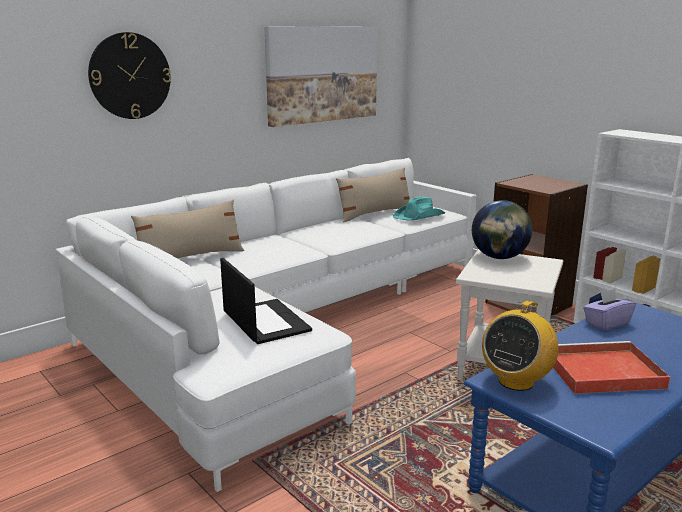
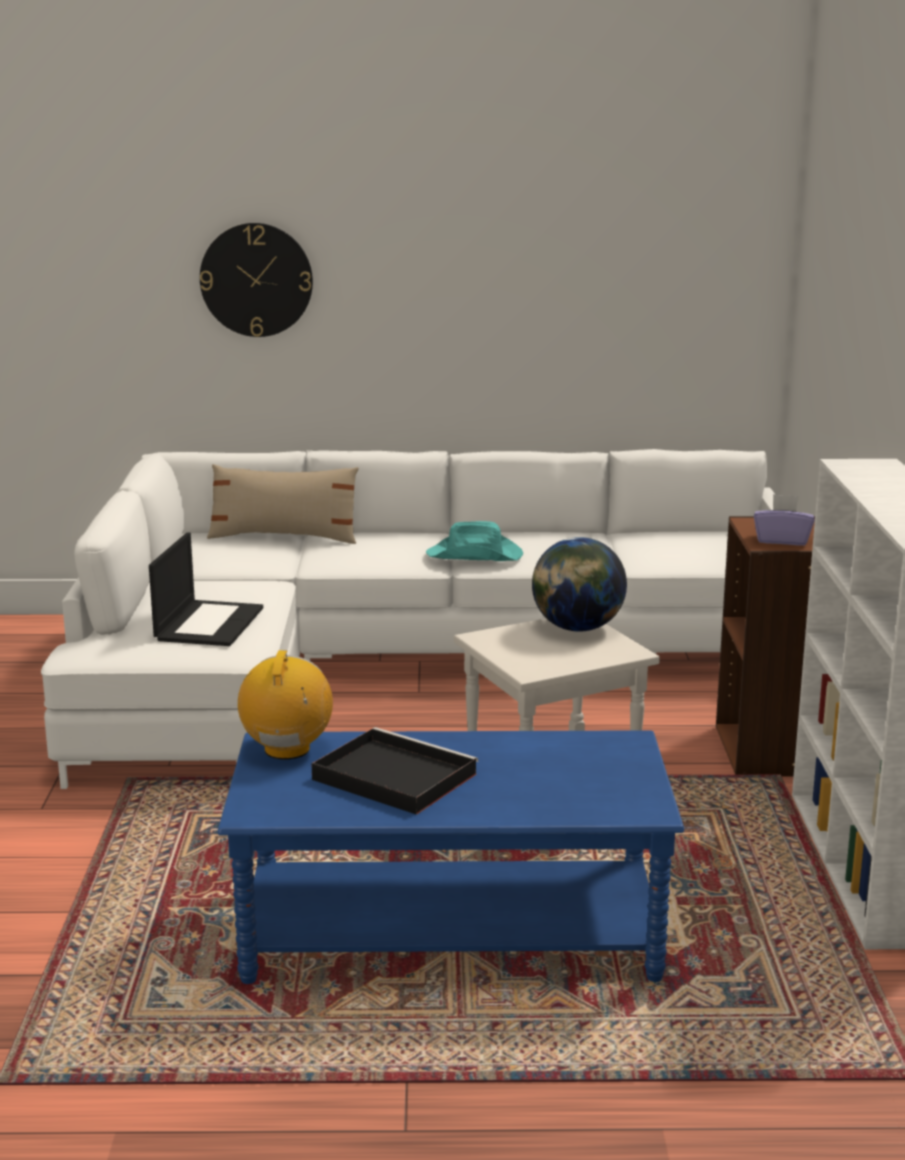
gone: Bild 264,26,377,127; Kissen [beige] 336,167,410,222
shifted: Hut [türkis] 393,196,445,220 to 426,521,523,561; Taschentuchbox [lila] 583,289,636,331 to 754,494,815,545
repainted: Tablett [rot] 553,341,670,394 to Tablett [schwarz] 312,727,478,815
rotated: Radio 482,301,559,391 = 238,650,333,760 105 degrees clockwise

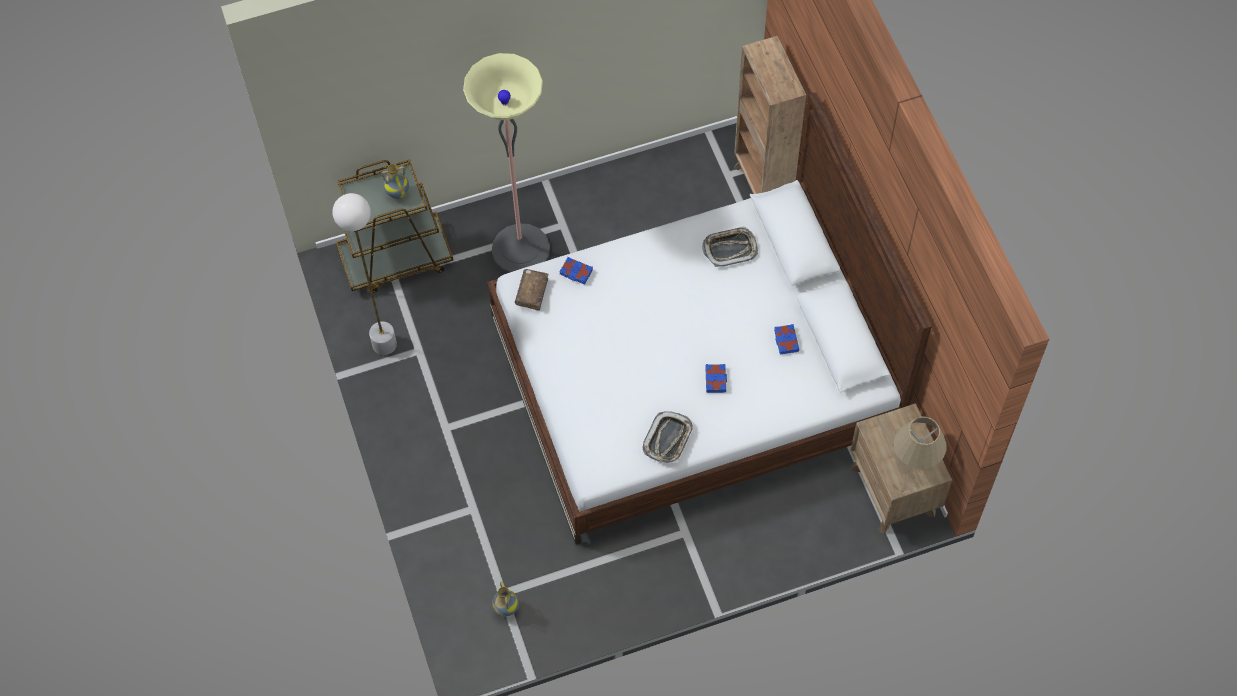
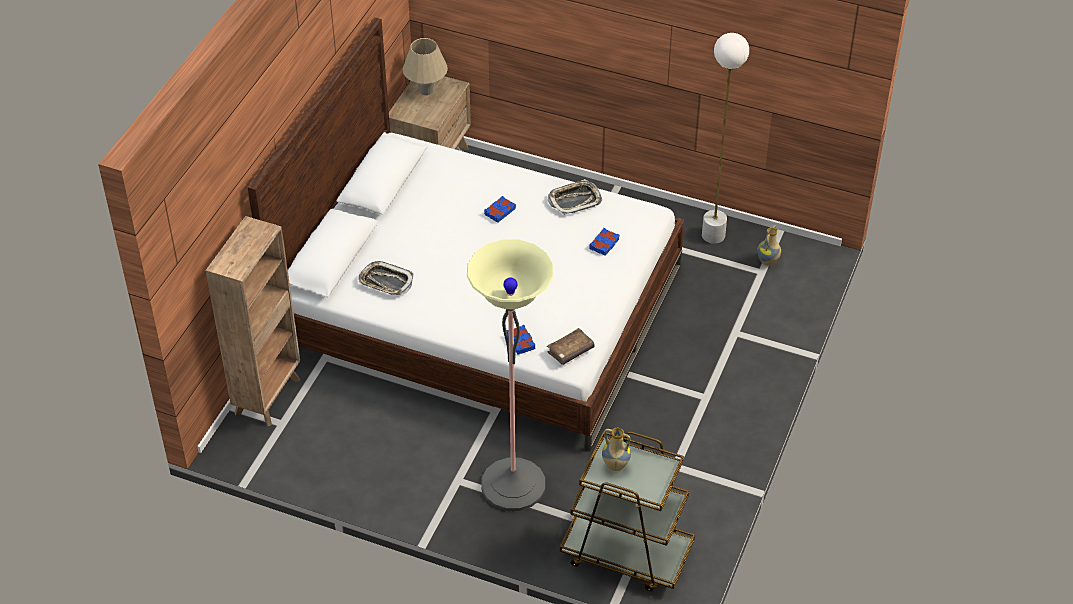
shifted: Buch [blau] 774,324,799,355 to 589,228,620,256; Stehlampe [weiß] 333,193,397,355 to 702,33,749,244

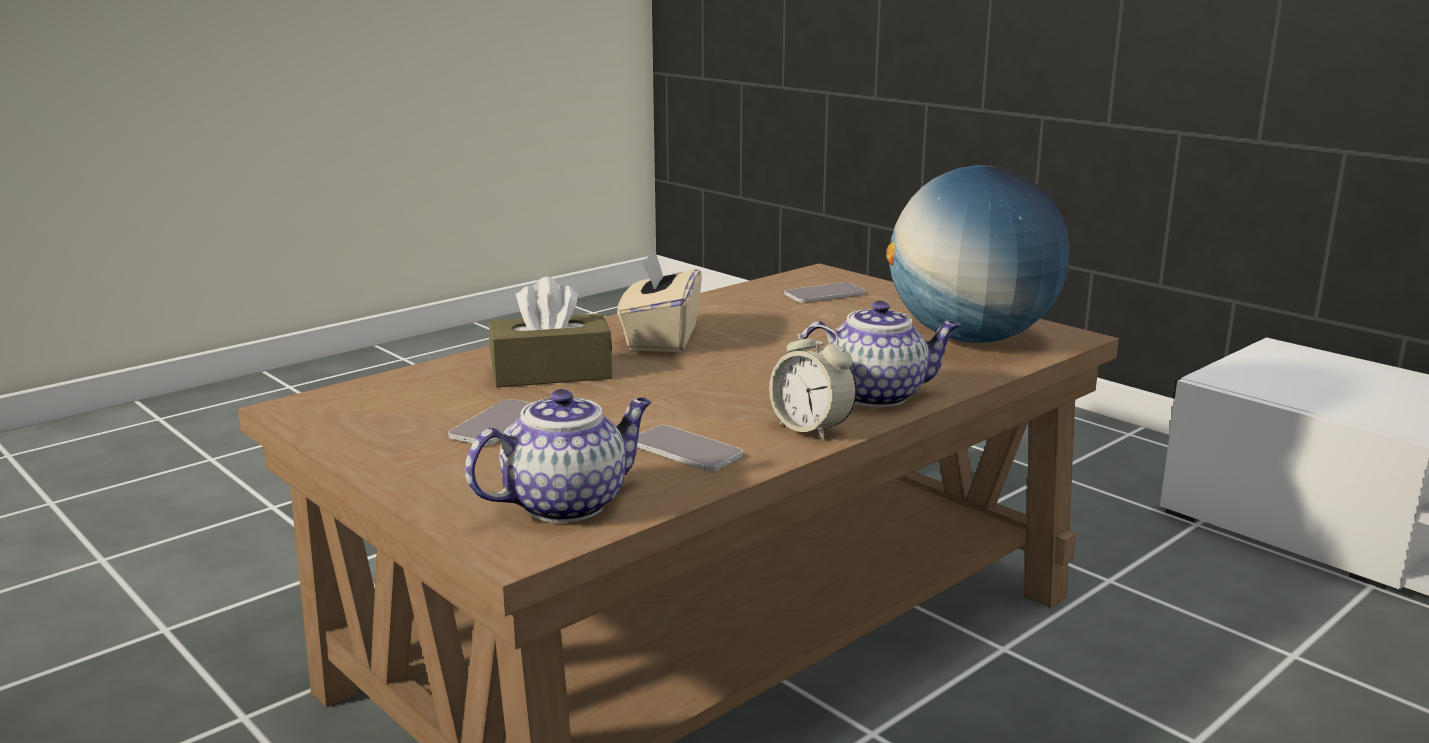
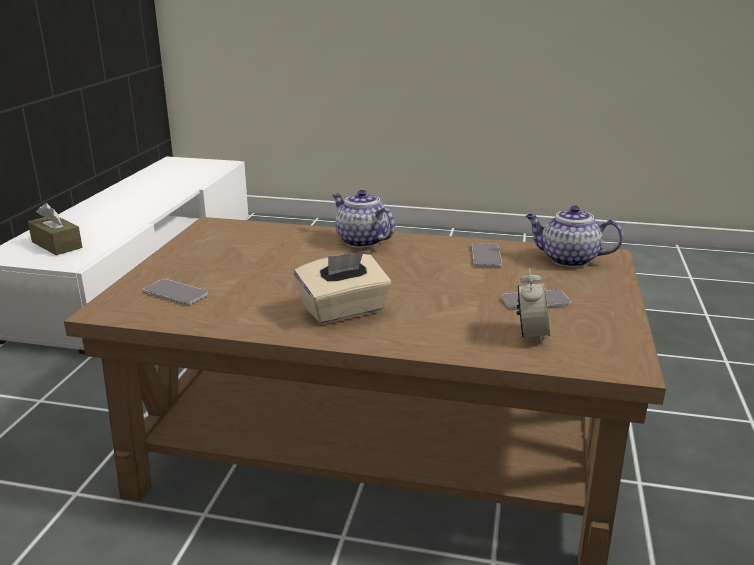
gone: Globus 886,165,1069,343
shifted: Taschentuchbox [braun] 489,277,612,387 to 28,203,82,255; Wecker 769,325,857,440 to 517,267,550,344

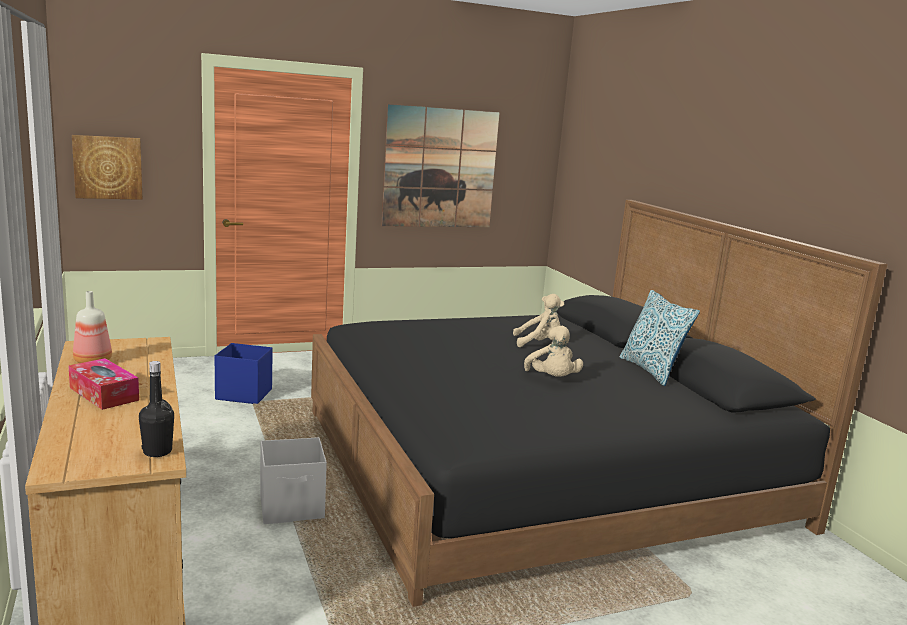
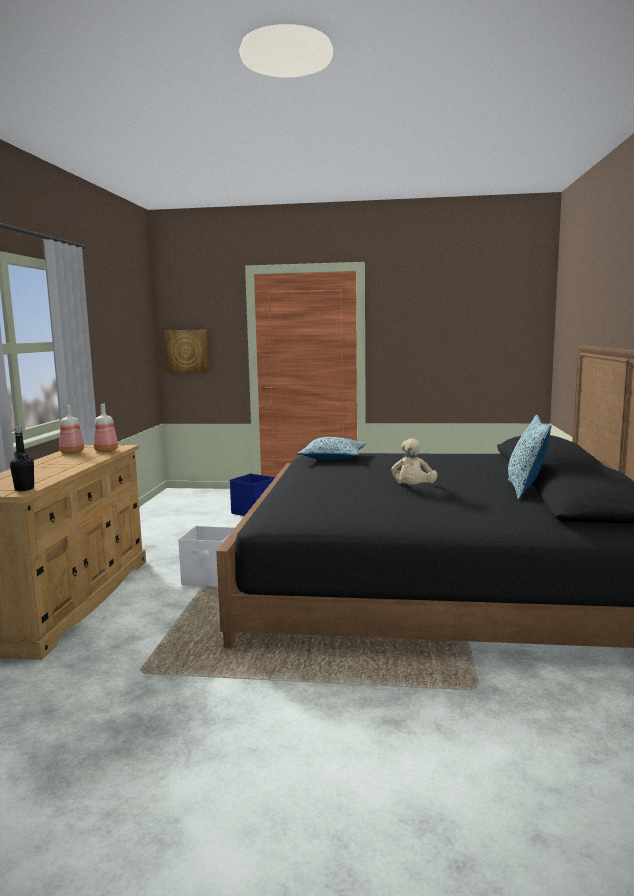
gone: Taschentuchbox 69,358,139,410; Bild 381,104,500,227; Plüschtier [beige] 513,294,564,347
new: Flasche 94,404,118,452; Kissen 297,437,366,460

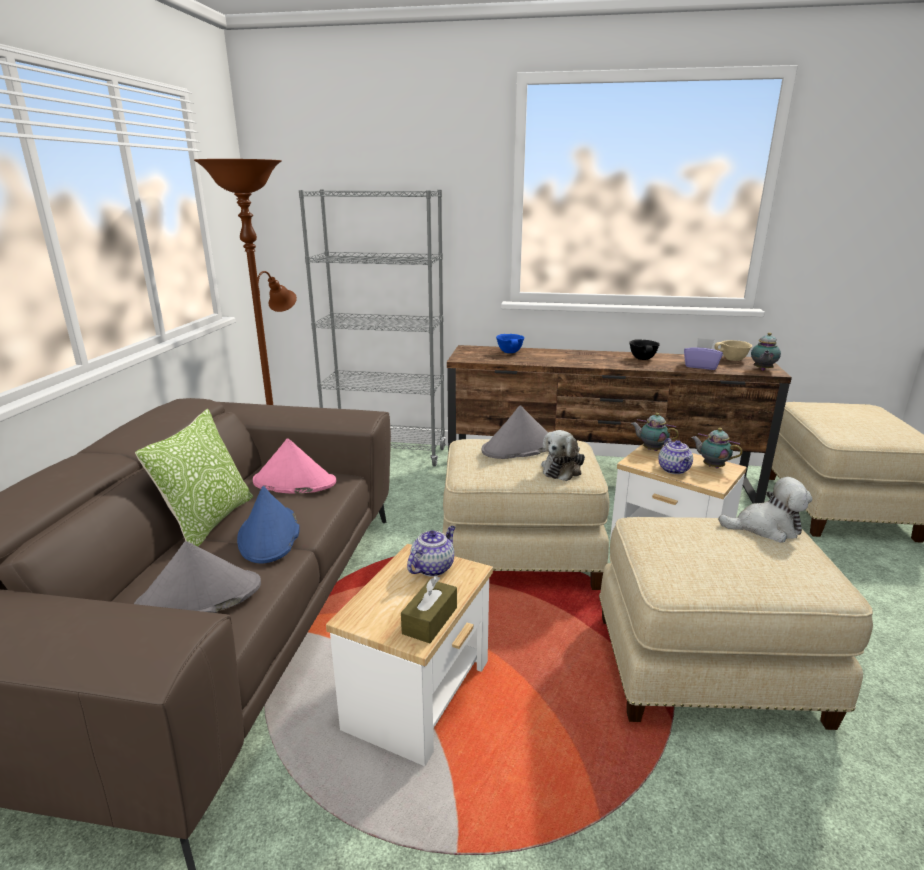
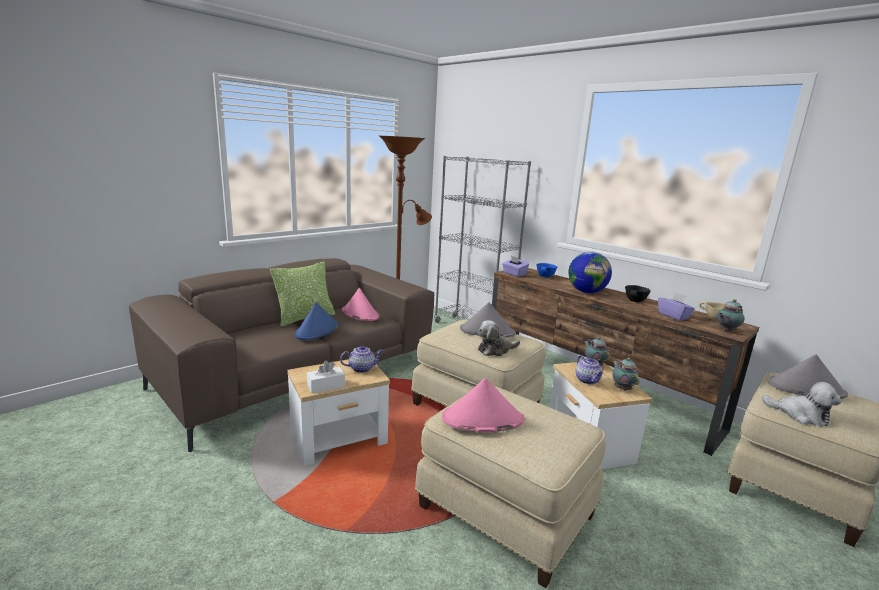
new: Hut [rosa] 442,378,524,433; Taschentuchbox [lila] 502,256,529,277; Globus 568,252,612,293
shifted: Plüschtier 718,477,812,542 to 762,382,842,427; Hut [grau] 134,541,261,613 to 768,354,848,399
repainted: Taschentuchbox [braun] 401,576,457,643 to Taschentuchbox [weiß] 307,361,345,394
rotated: Teekanne 658,438,693,474 = 576,355,603,384 45 degrees counterclockwise

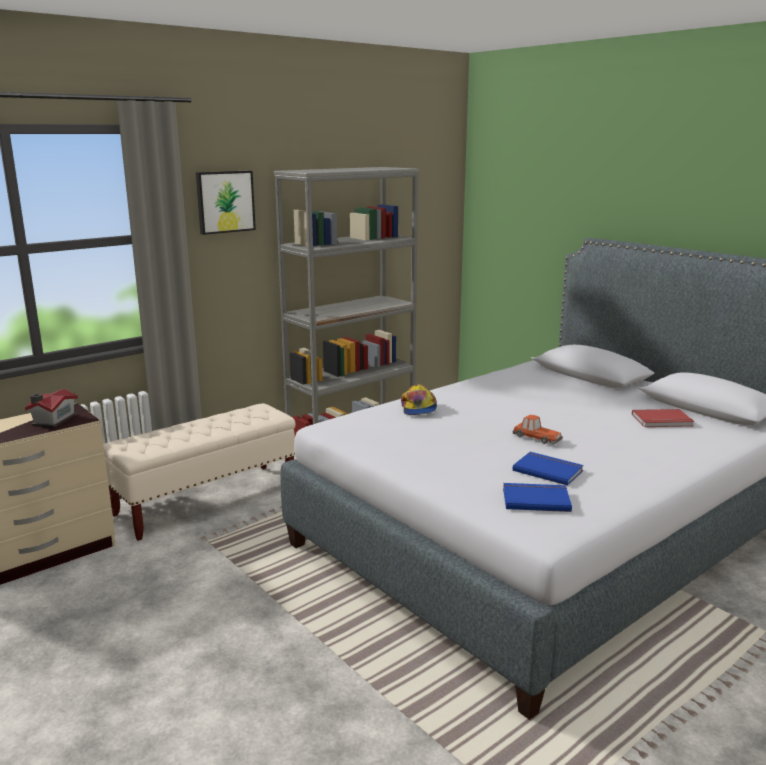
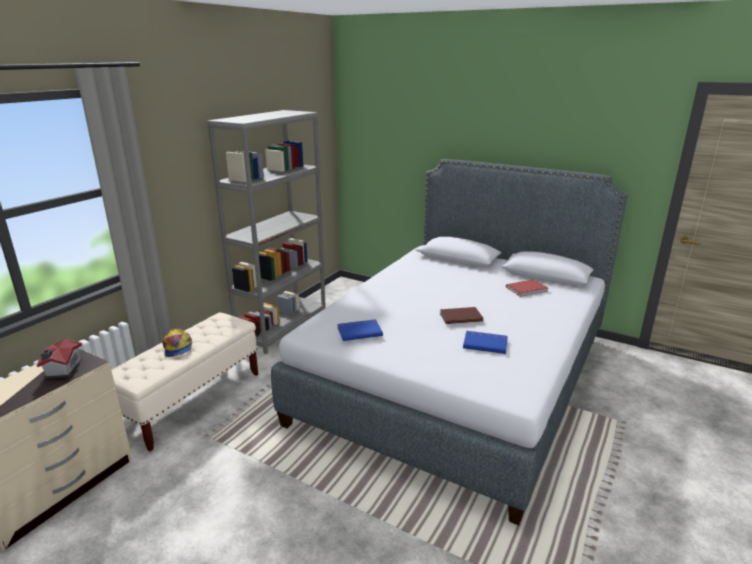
gone: Bild 196,171,256,235
shifted: Kappe 401,384,437,415 to 162,329,192,357; Buch [blau] 503,483,572,512 to 337,319,383,341
swapped: Spielzeugauto 513,414,563,444 to Buch [braun] 440,307,483,324

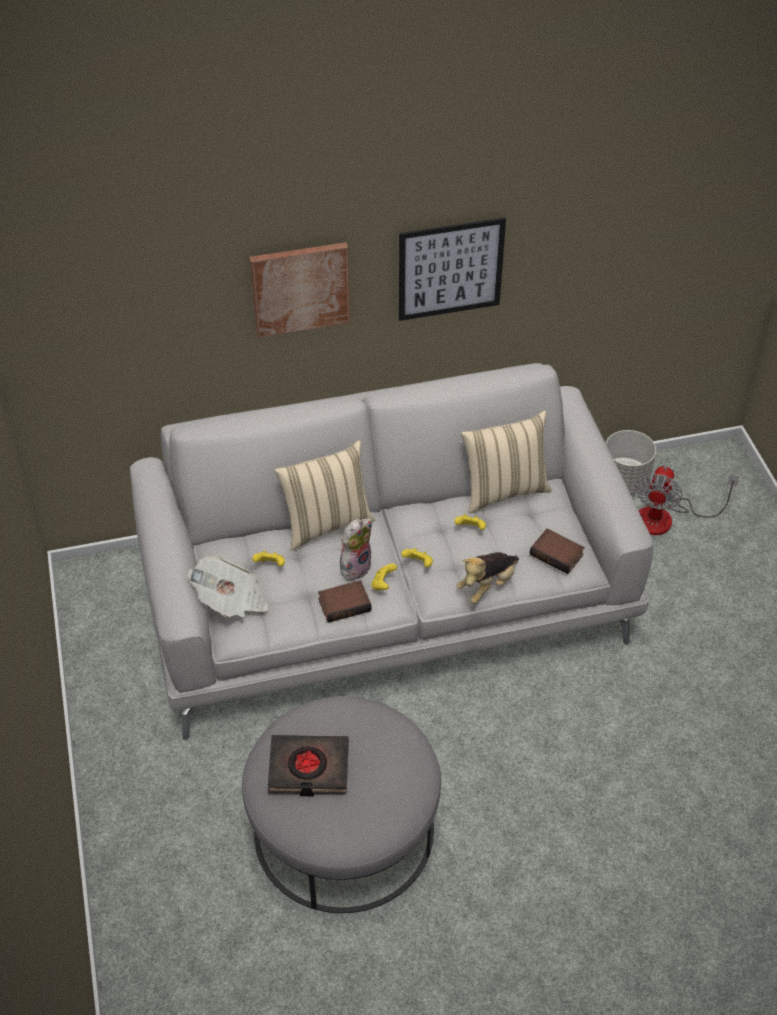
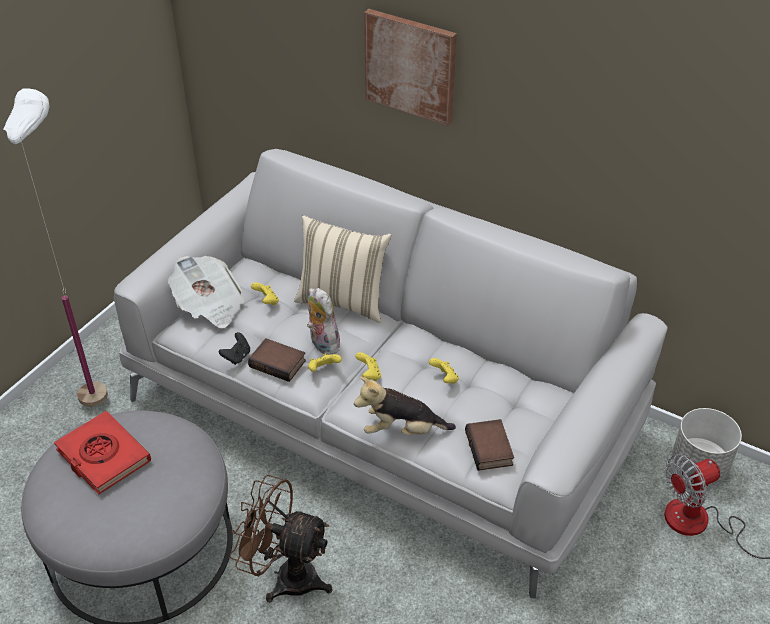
gone: Bild 399,217,506,321; Kissen [beige] 461,411,552,514
new: Stehlampe [weiß] 4,88,108,407; Gamepad [schwarz] 219,332,250,365; Ventilator [braun] 229,475,332,603
repainted: Buch [schwarz] 268,735,349,796 to Buch [rot] 54,411,151,495
rotated: Plüschtier 340,518,372,580 = 307,288,340,355 120 degrees counterclockwise

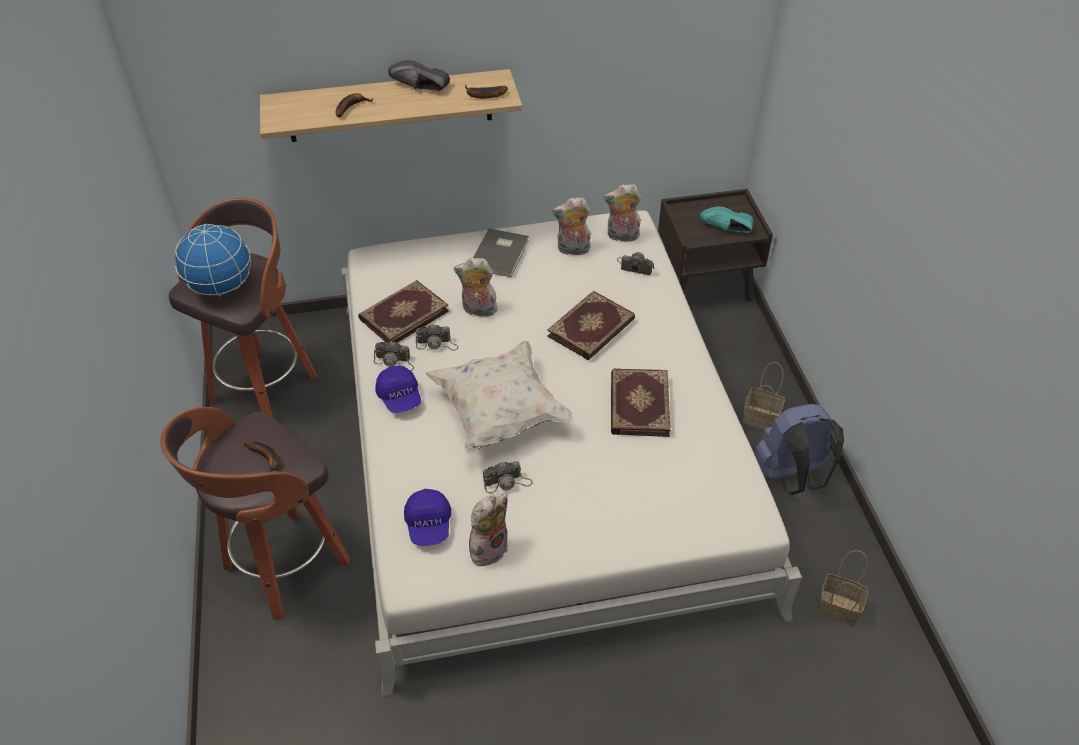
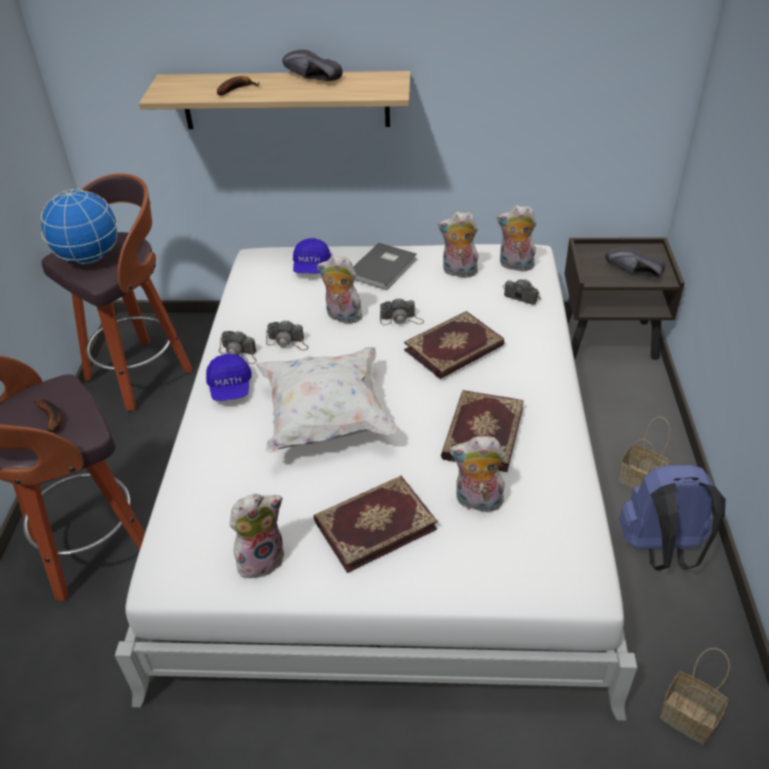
gone: Banane 465,84,508,98
new: Plüschtier 449,436,506,512
shifted: Kappe [blau] 404,489,451,546 to 293,238,331,273; Buch 358,280,449,343 to 314,476,437,573; Kamera 483,461,533,493 to 380,298,424,325
repainted: Schuh [türkis] 700,206,753,233 to Schuh [schwarz] 605,247,665,278

